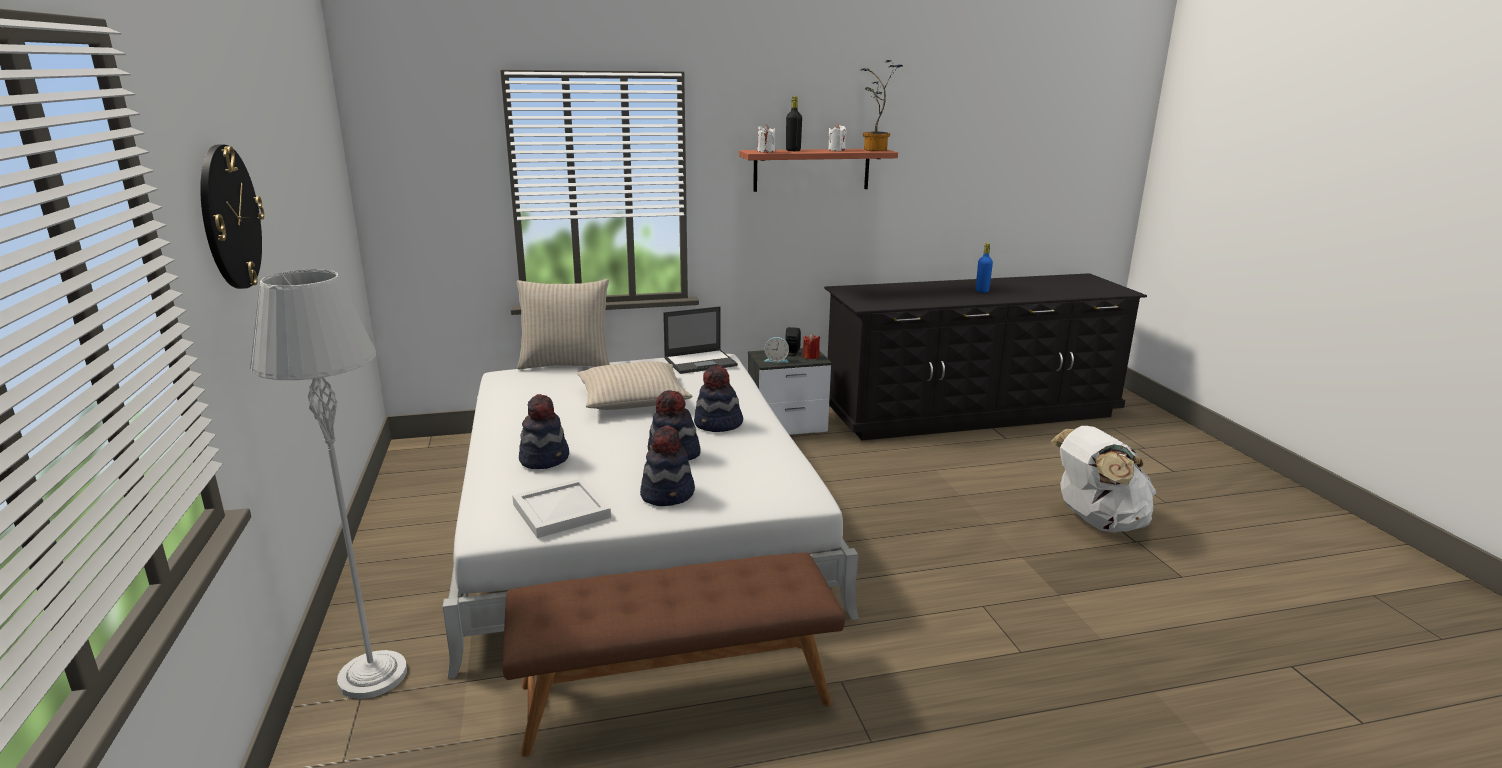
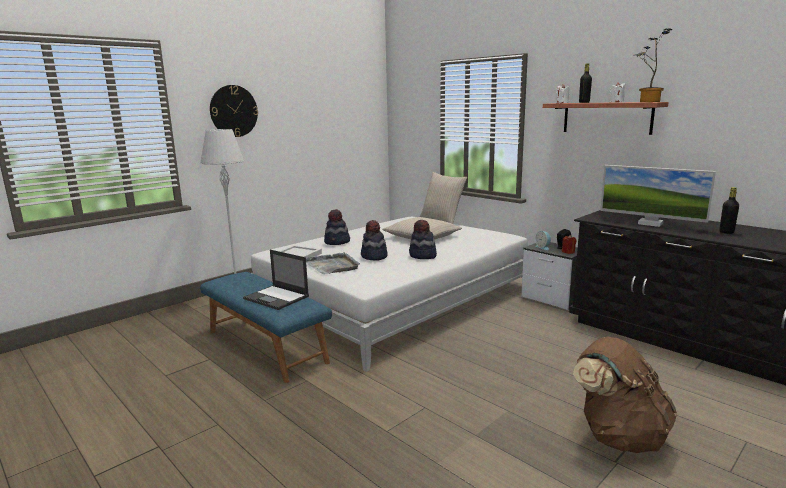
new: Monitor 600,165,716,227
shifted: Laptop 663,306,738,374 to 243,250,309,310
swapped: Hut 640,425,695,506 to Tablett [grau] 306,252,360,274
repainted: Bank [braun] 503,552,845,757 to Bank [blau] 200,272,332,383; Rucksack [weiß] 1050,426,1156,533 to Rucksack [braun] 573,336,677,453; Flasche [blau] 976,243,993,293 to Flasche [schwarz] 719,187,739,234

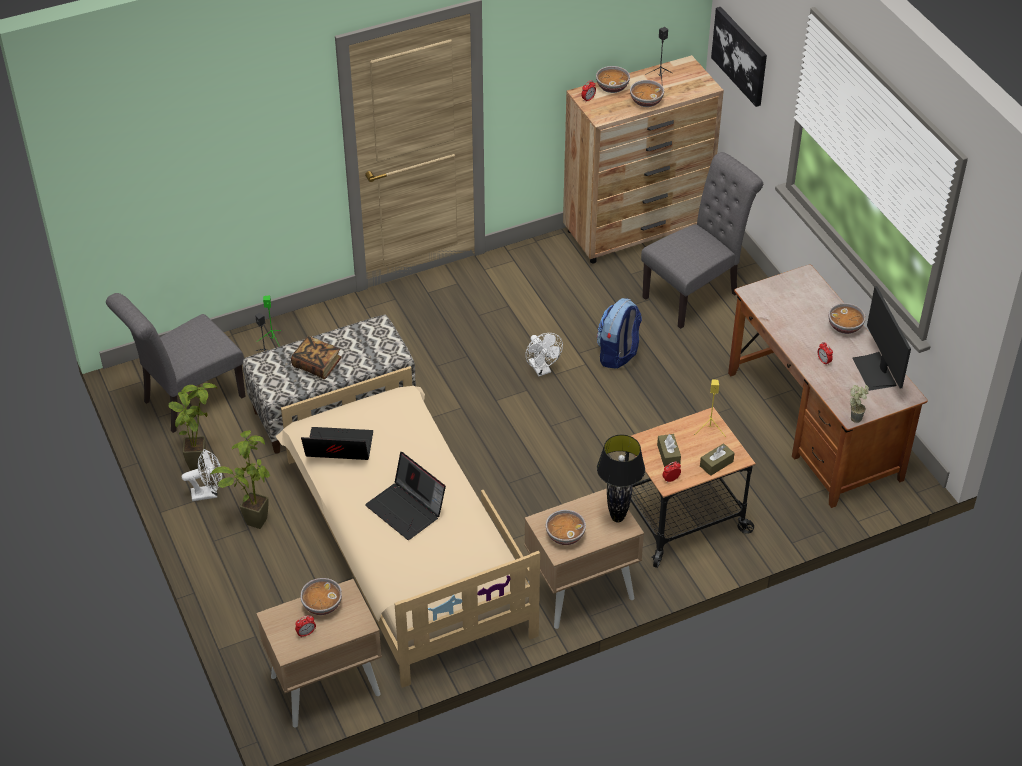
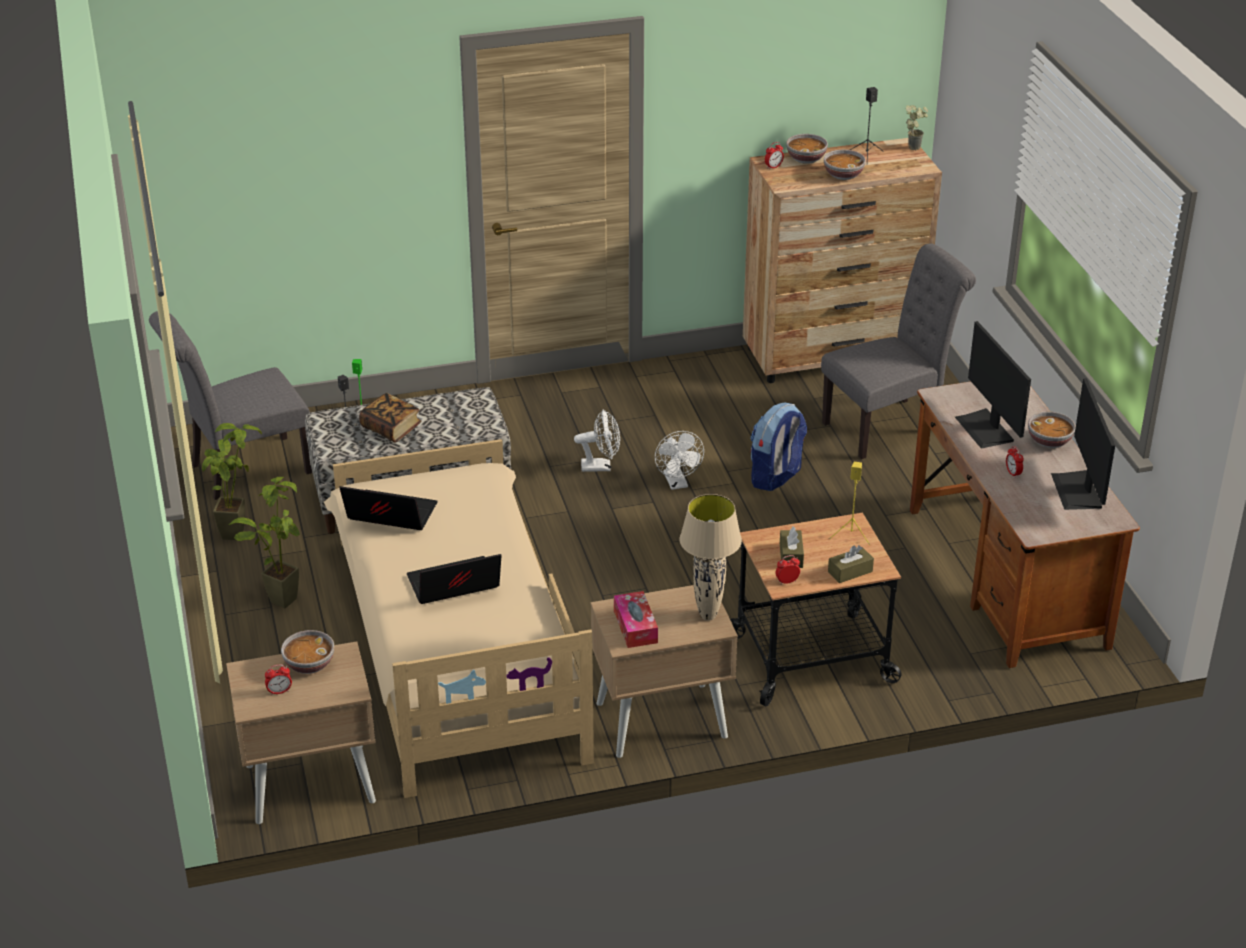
gone: Bild 711,7,767,107
new: Monitor 955,321,1031,449
shifted: Ventilator [weiß] 182,449,222,501 to 574,409,620,472; Topfpflanze 850,385,869,423 to 906,105,928,150
swapped: Schüssel 546,510,586,545 to Taschentuchbox 614,591,658,648
repainted: Tischlampe [schwarz] 597,435,645,522 to Tischlampe [beige] 679,494,742,621
rotated: Laptop 365,452,446,540 = 407,554,502,604 105 degrees clockwise

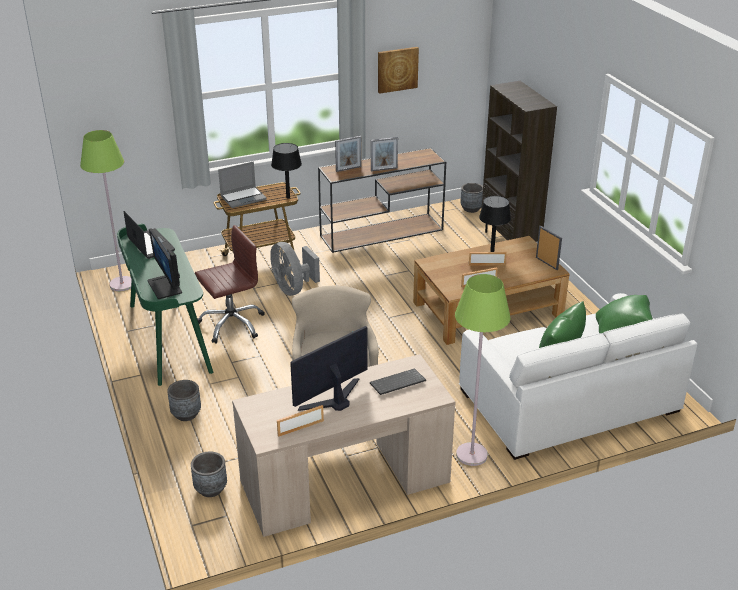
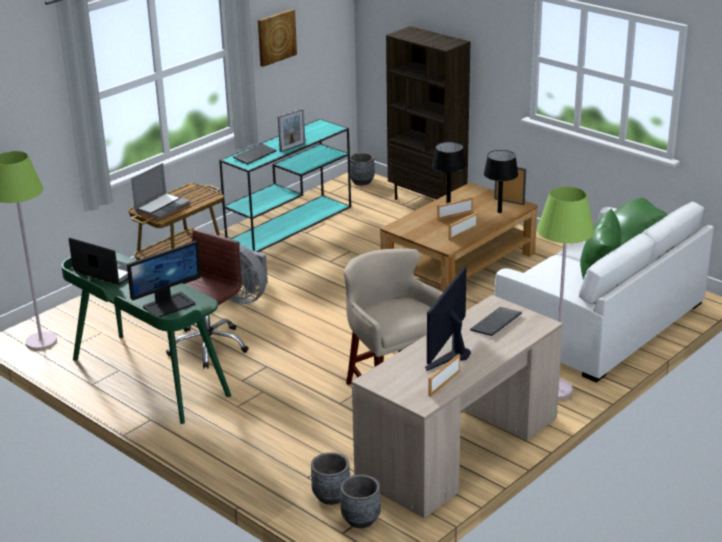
shifted: Pflanzkübel [grau] 167,380,201,421 to 340,474,381,528; Tischlampe [schwarz] 271,143,302,198 to 484,150,518,213
swapped: Bilderrahmen 335,136,362,172 to Tastatur 233,144,276,165
repainted: Konsolentisch [braun] 318,147,446,253 to Konsolentisch [türkis] 219,119,351,252
rotated: Monitor 148,229,182,299 = 127,241,201,317 75 degrees counterclockwise

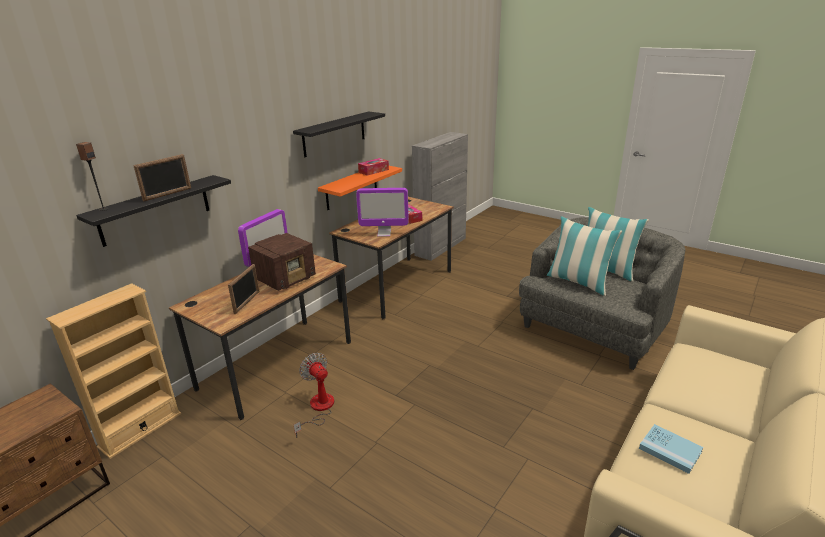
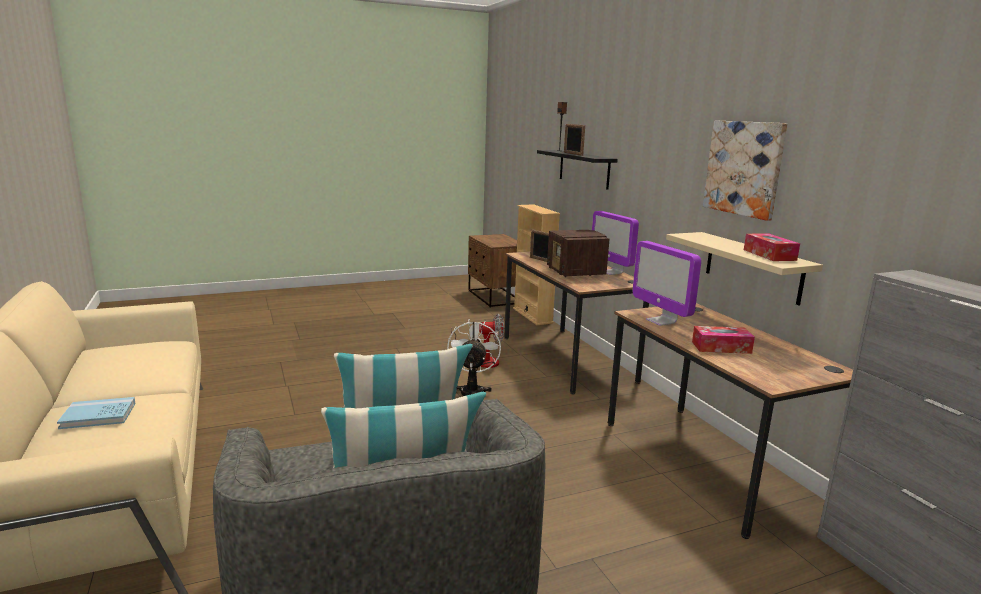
new: Ventilator [weiß] 447,319,501,396
shifted: Buch [blau] 639,424,703,474 to 57,397,136,429
swapped: Wandregal [schwarz] 293,111,385,157 to Bild 703,120,787,221
repainted: Wandregal [orange] 318,166,402,210 to Wandregal [beige] 666,232,823,305
rotated: Monitor 356,188,409,237 = 633,241,701,326 60 degrees counterclockwise

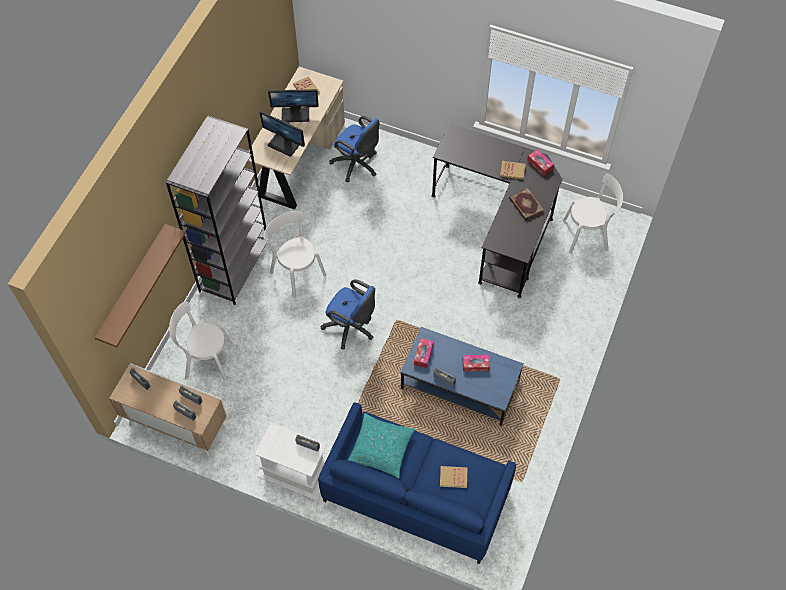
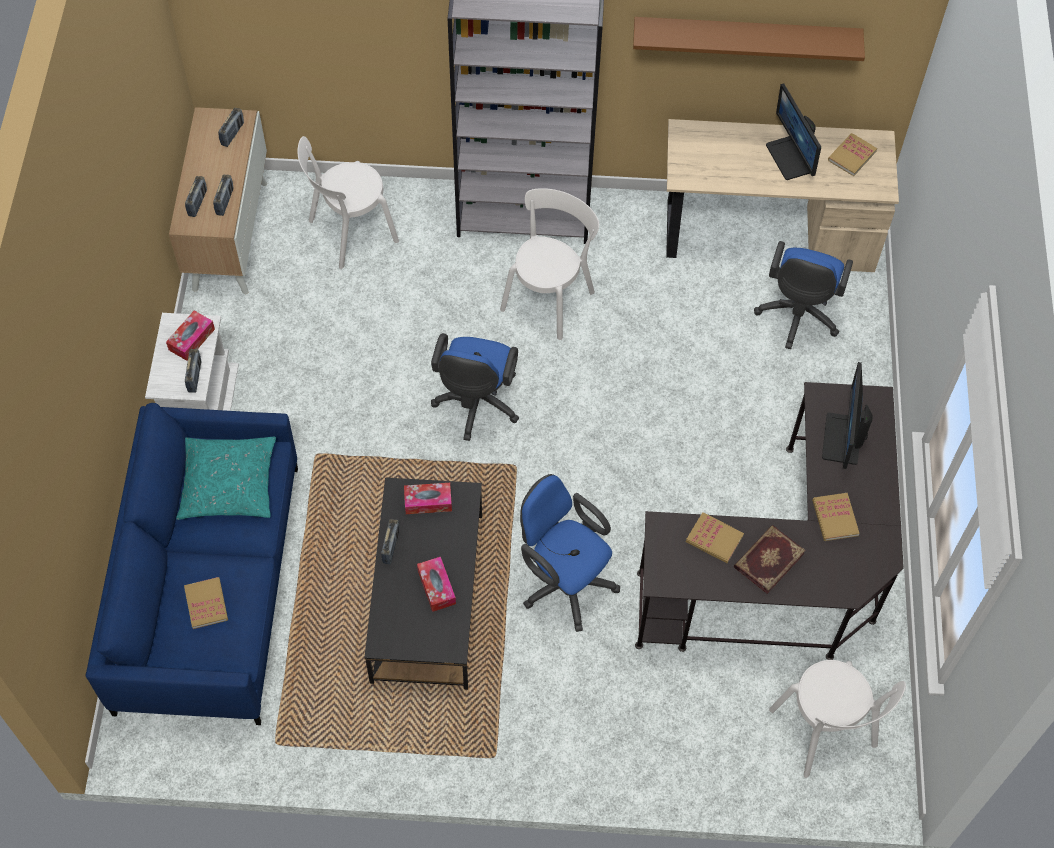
new: Bürostuhl [blau] 520,474,620,632; Buch 686,512,744,563
shifted: Taschentuchbox 527,149,554,176 to 166,311,215,361; Wandregal [braun] 95,224,186,347 to 633,17,865,61; Monitor 260,111,305,157 to 822,362,873,469
repainted: Couchtisch [blau] 401,327,524,426 to Couchtisch [schwarz] 364,477,482,689
rotated: Stuhl [weiß] 169,301,233,381 = 297,136,399,269 105 degrees counterclockwise

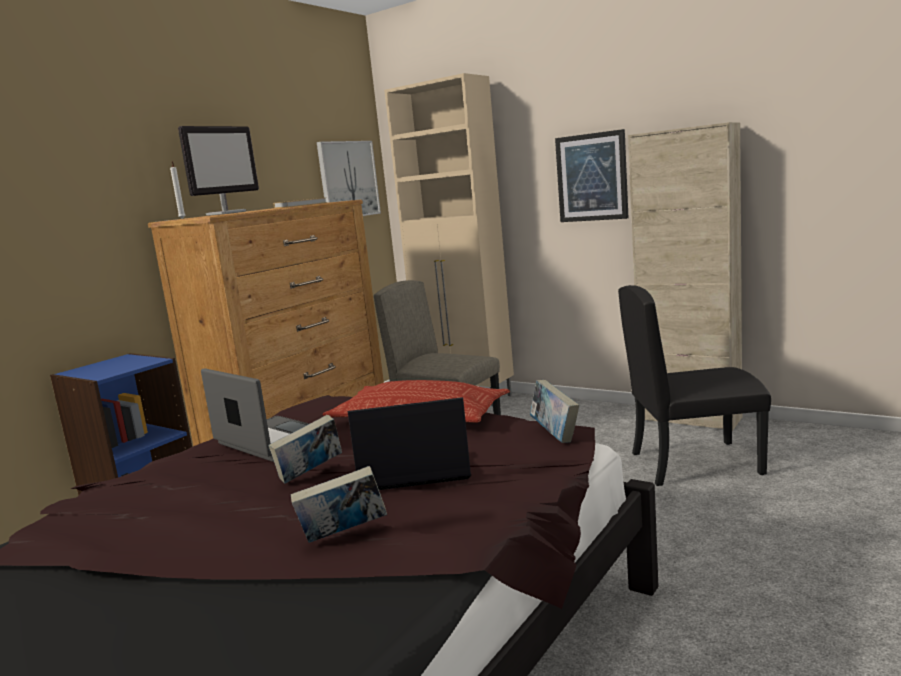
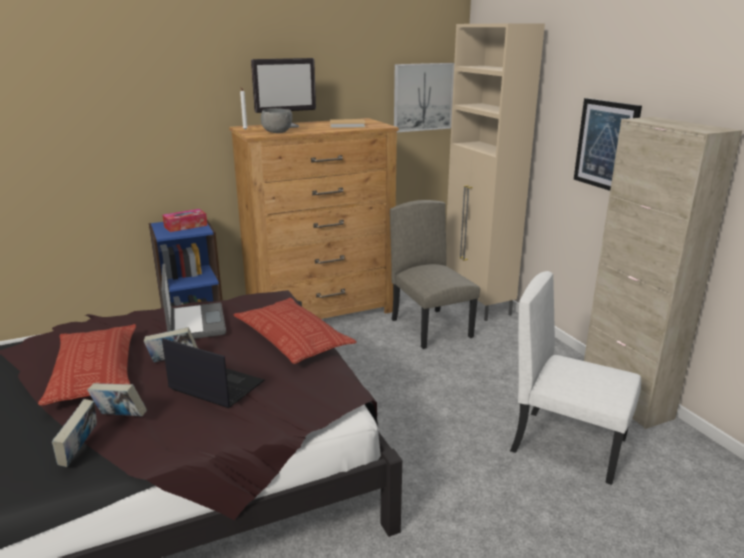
new: Kissen 38,324,136,406; Taschentuchbox 163,209,207,232; Schüssel [grau] 261,108,292,133
shifted: Buch 530,380,579,443 to 52,399,97,467
repainted: Stuhl [schwarz] 618,285,771,486 to Stuhl [weiß] 510,271,641,485

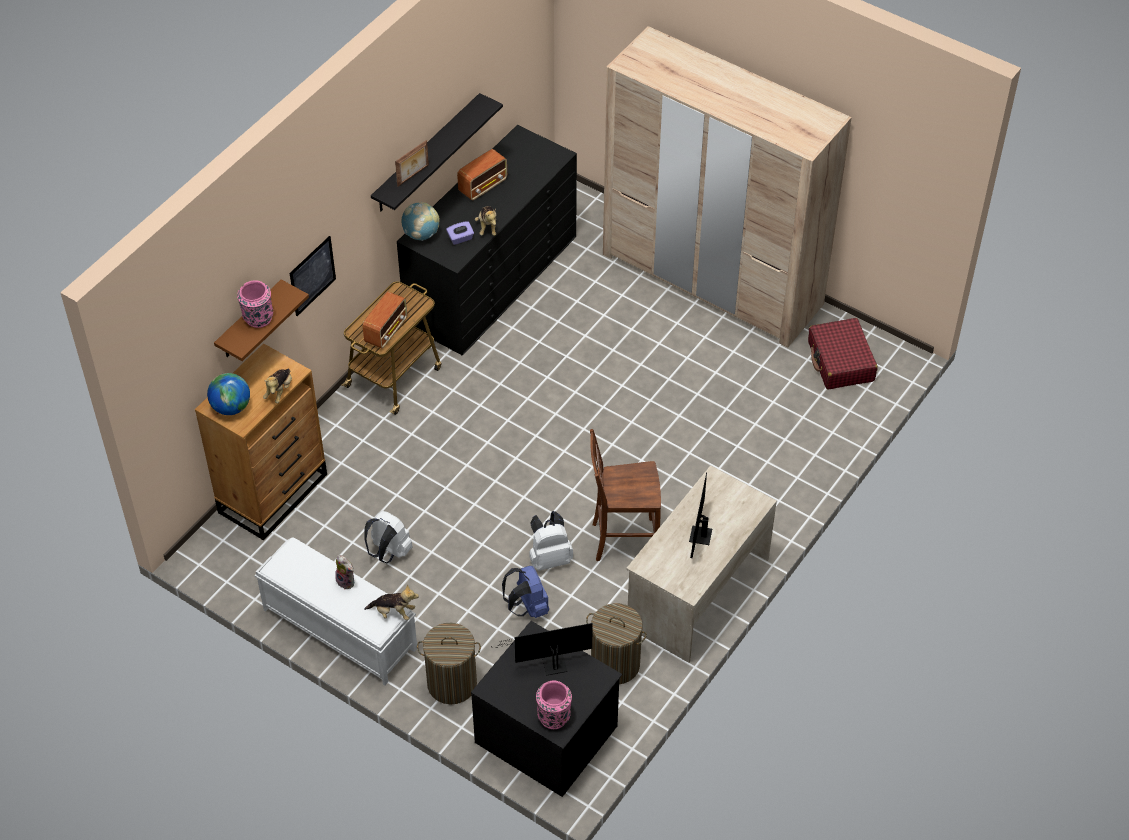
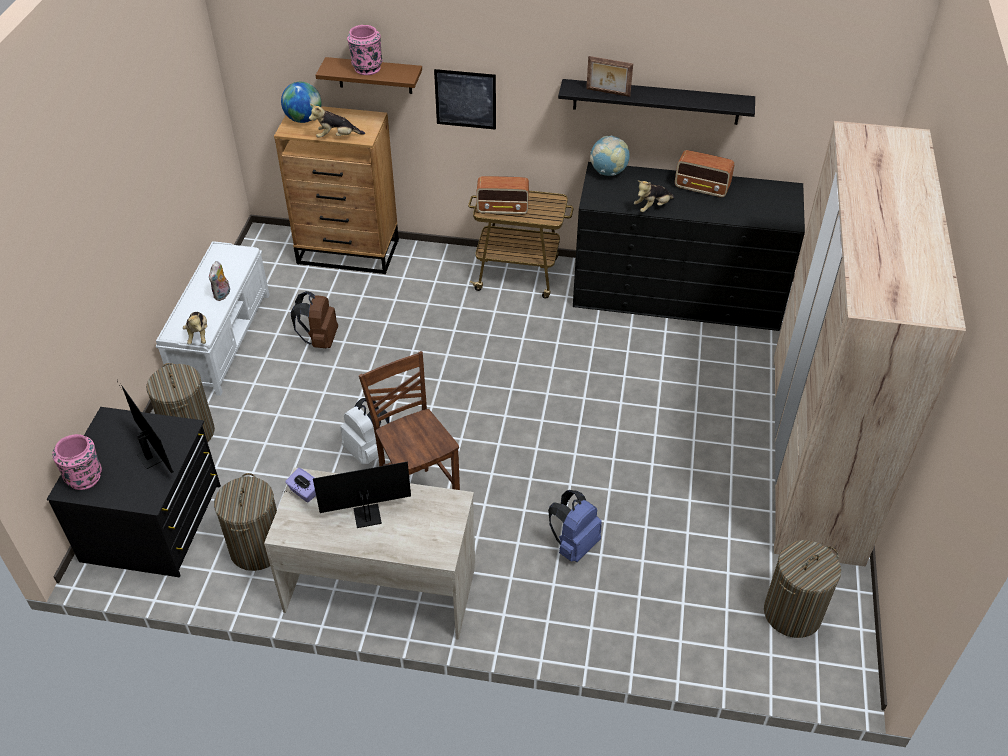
shifted: Taschentuchbox [lila] 446,221,474,245 to 285,468,316,502; Rucksack [blau] 502,566,549,618 to 548,490,602,562
swapped: Koffer [rot] 808,318,878,389 to Wäschekorb 764,540,841,638
repainted: Rucksack [weiß] 364,511,413,563 to Rucksack [braun] 291,291,338,348

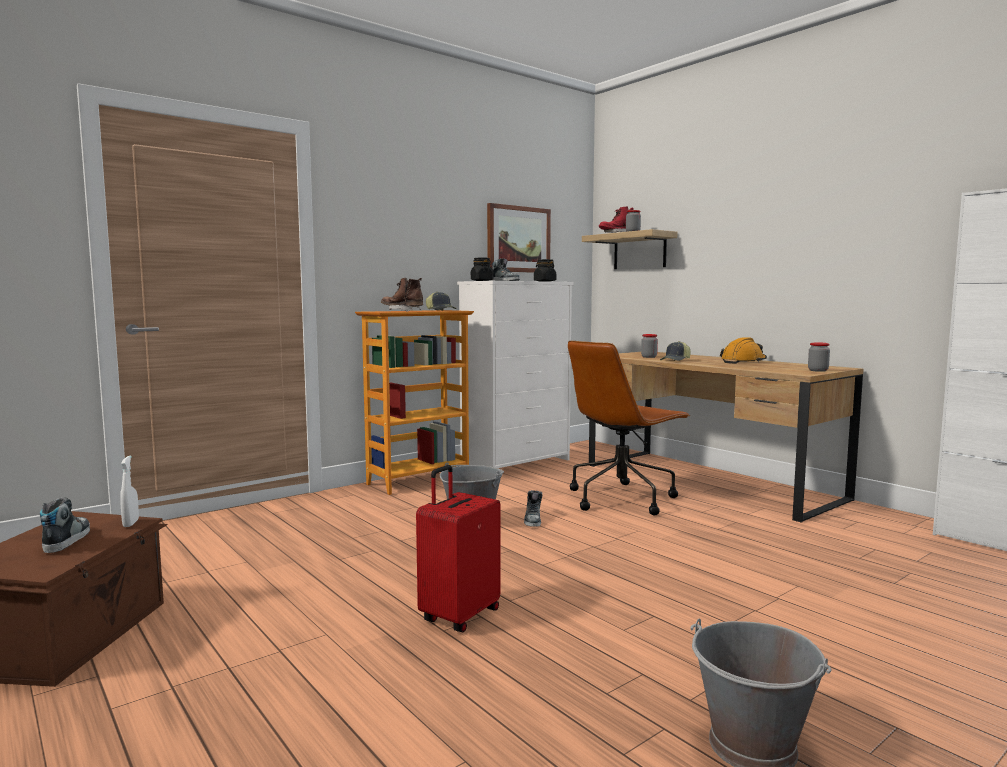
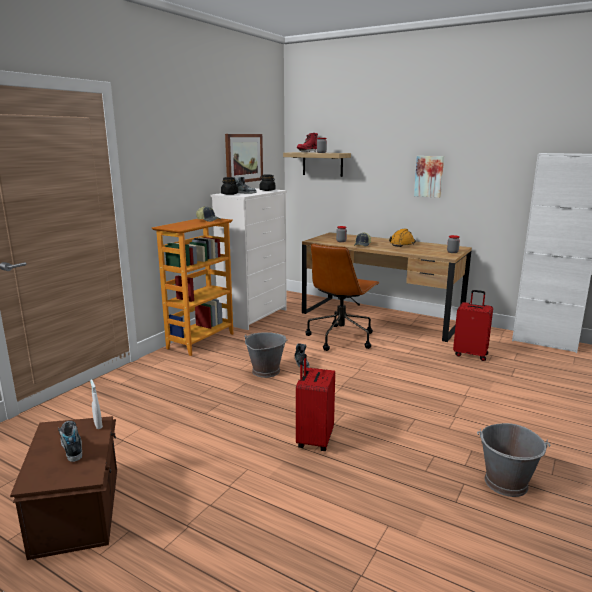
gone: Stiefel [braun] 381,278,423,312
new: Bild 414,156,444,198; Koffer [rot] 453,290,493,361

